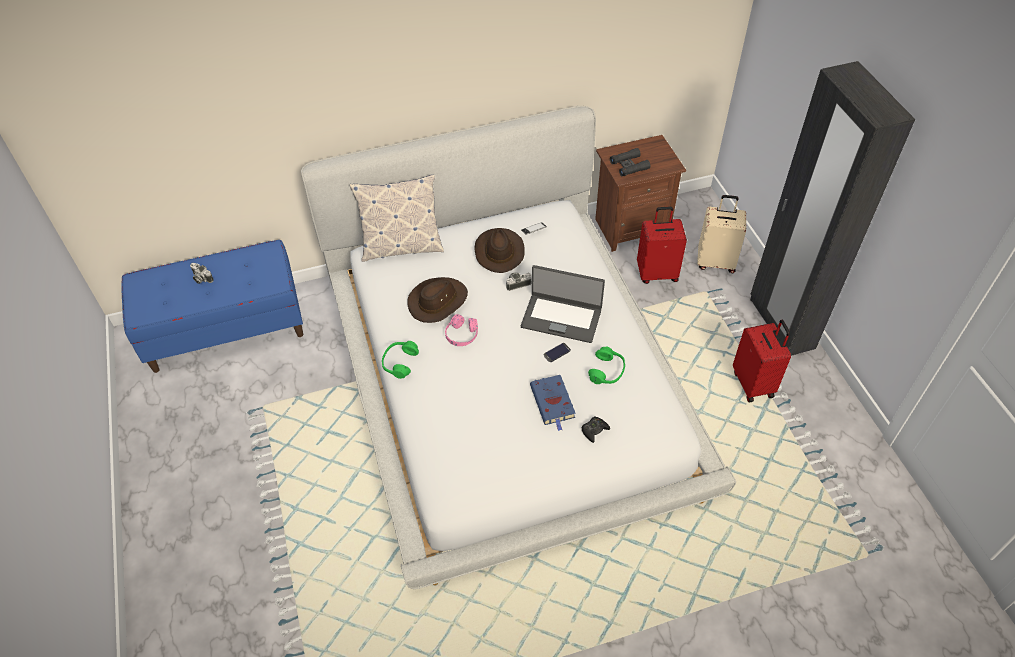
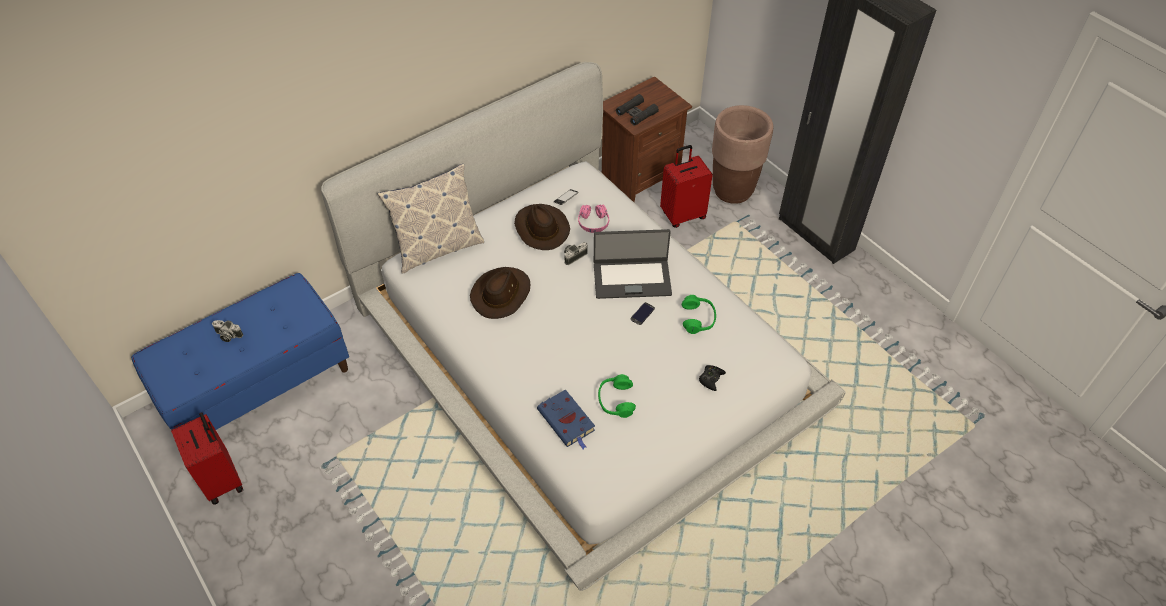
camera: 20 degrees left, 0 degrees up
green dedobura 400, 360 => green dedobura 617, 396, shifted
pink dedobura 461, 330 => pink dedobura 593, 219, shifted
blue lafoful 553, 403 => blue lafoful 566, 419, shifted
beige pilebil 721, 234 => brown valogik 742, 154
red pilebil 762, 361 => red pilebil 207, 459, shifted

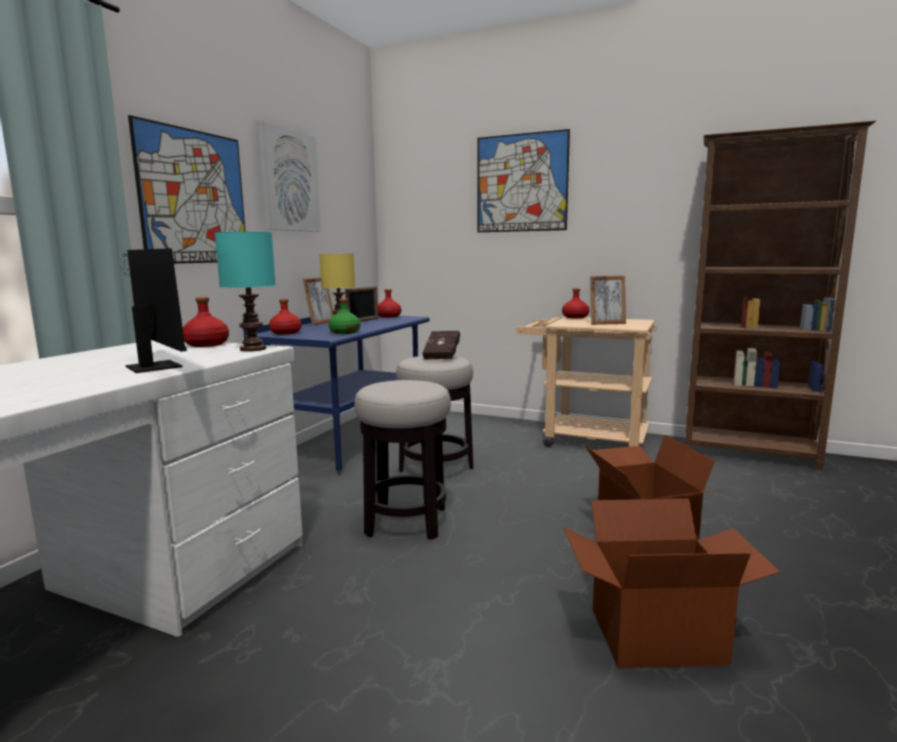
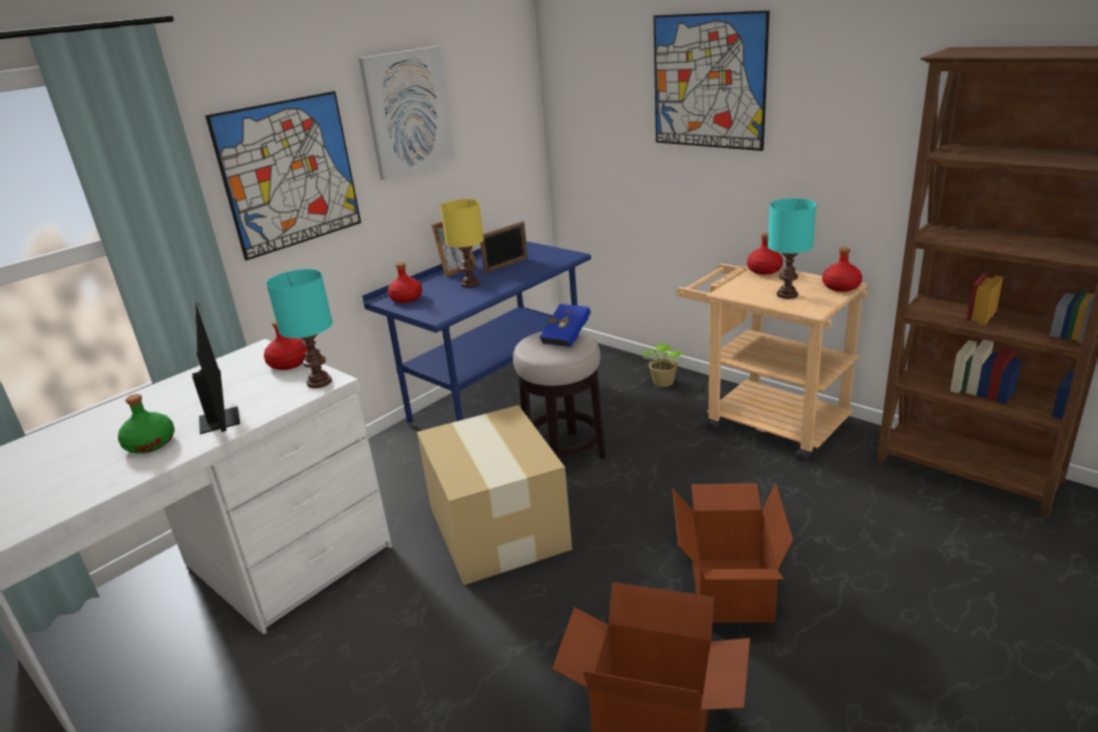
camera: 20 degrees right, 15 degrees up
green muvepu 345, 316 => green muvepu 146, 423, shifted
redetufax 402, 460 => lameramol 494, 495
red muvepu 389, 303 => red muvepu 842, 269, shifted
red lafoful 441, 345 => blue lafoful 565, 325
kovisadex 608, 300 => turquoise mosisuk 792, 248
nothing => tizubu 661, 365

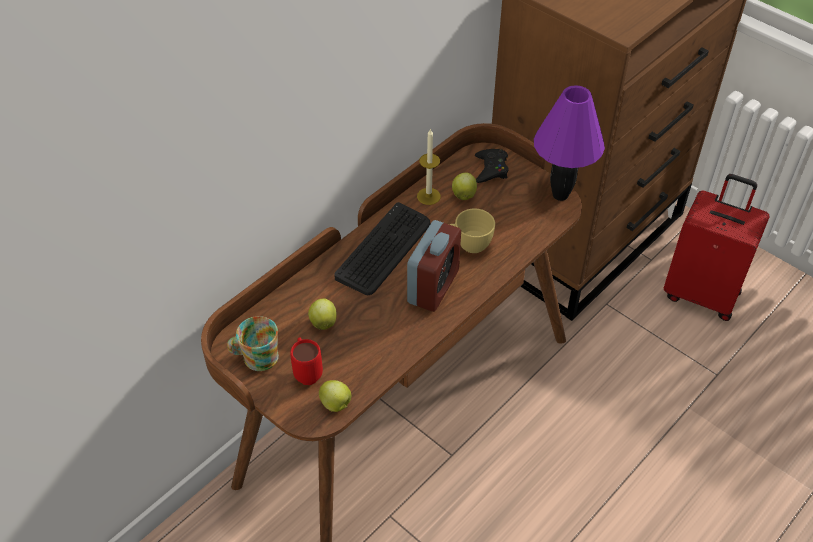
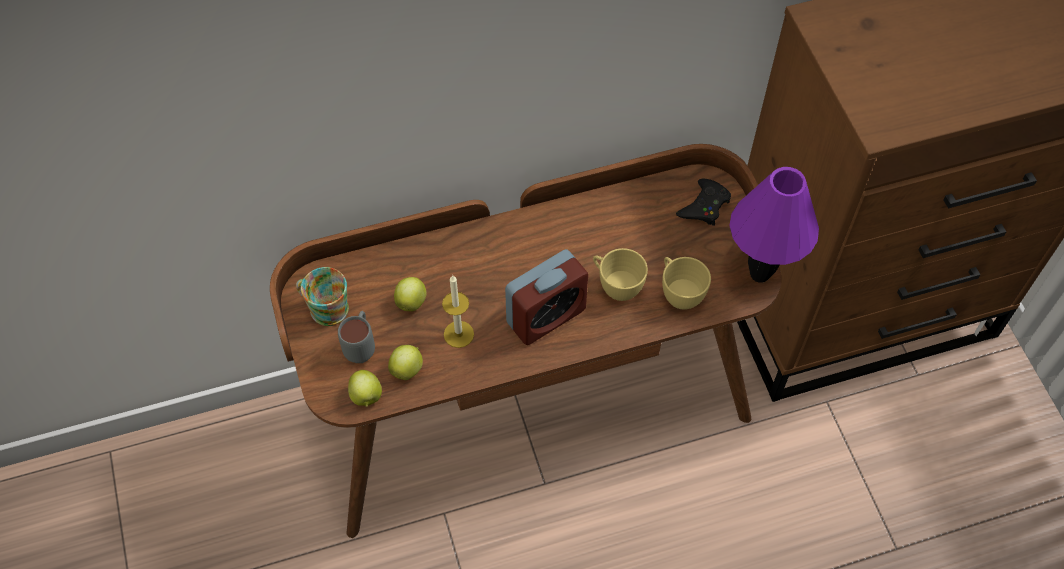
camera: 30 degrees right, 10 degrees up
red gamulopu 306, 361 => grey gamulopu 356, 337
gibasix 382, 248 => nothing
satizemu 429, 166 => satizemu 458, 311, shifted
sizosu 464, 186 => sizosu 405, 362, shifted
red pilebil 717, 247 => nothing
nothing => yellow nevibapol 686, 283

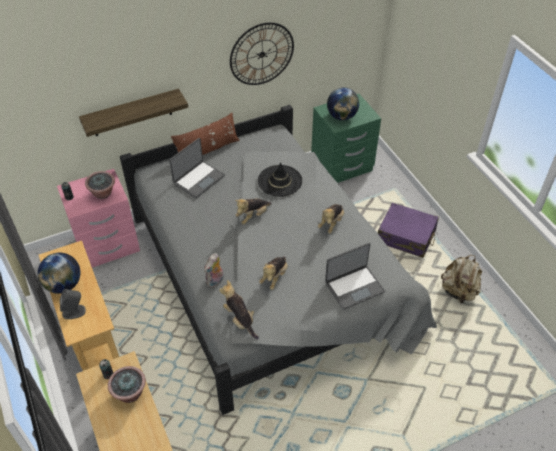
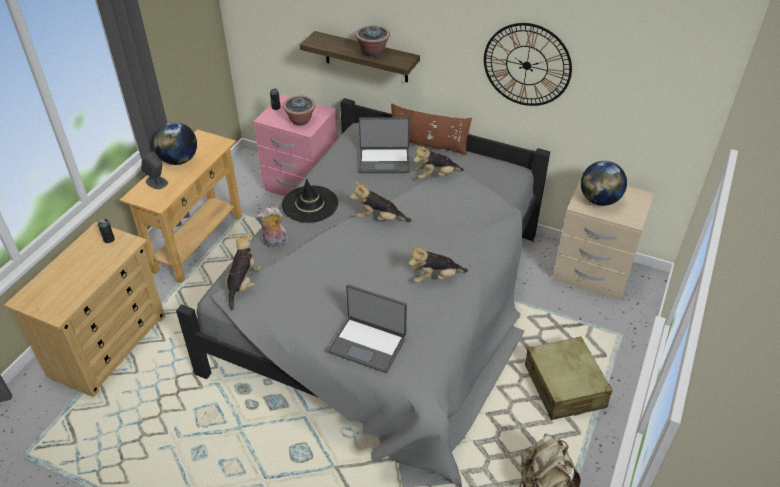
camera: 50 degrees right, 5 degrees down
tizubu 127, 384 => tizubu 372, 41, shifted
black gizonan 280, 179 => black gizonan 310, 201, shifted
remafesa 273, 273 => remafesa 438, 162, shifted
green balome 346, 138 => beige balome 603, 237
purple pilebil 408, 230 => beige pilebil 568, 378

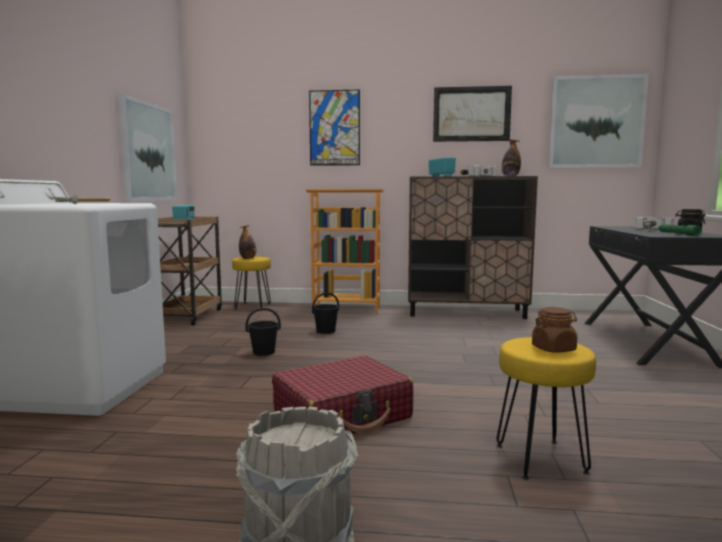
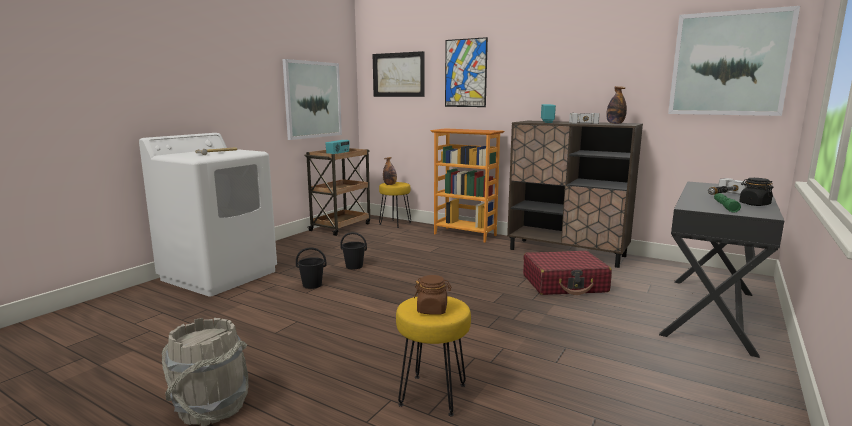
camera: 25 degrees right, 5 degrees up
red pilebil 342, 395 => red pilebil 567, 273, shifted
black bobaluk 325, 313 => black bobaluk 311, 268, shifted
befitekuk 472, 114 => befitekuk 398, 74, shifted

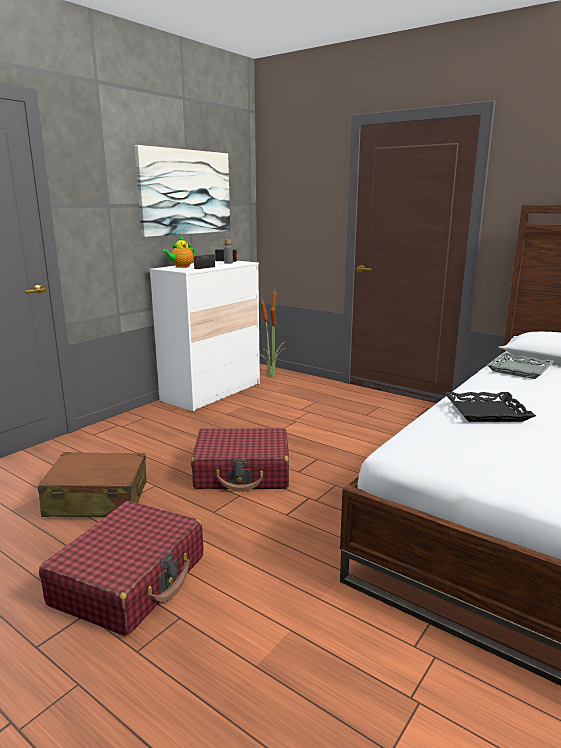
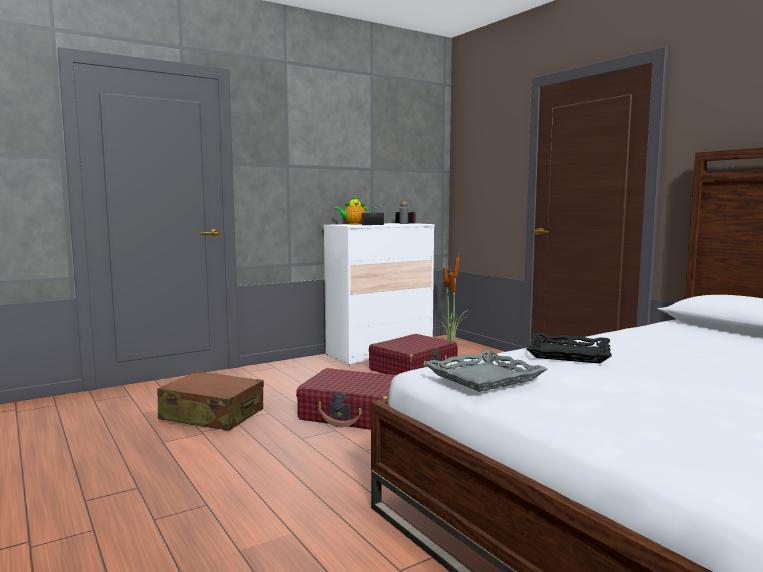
camera: 20 degrees right, 10 degrees down
red pilebil 121, 568 => red pilebil 413, 354, shifted
befitekuk 182, 191 => nothing
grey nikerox 521, 365 => grey nikerox 485, 371, shifted

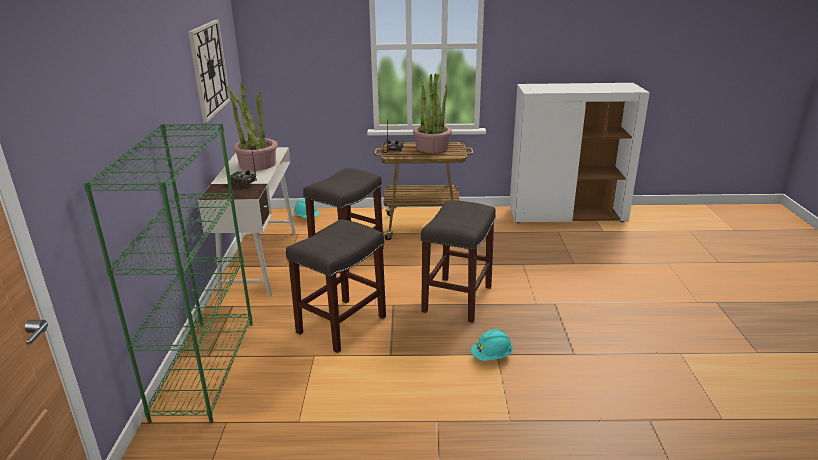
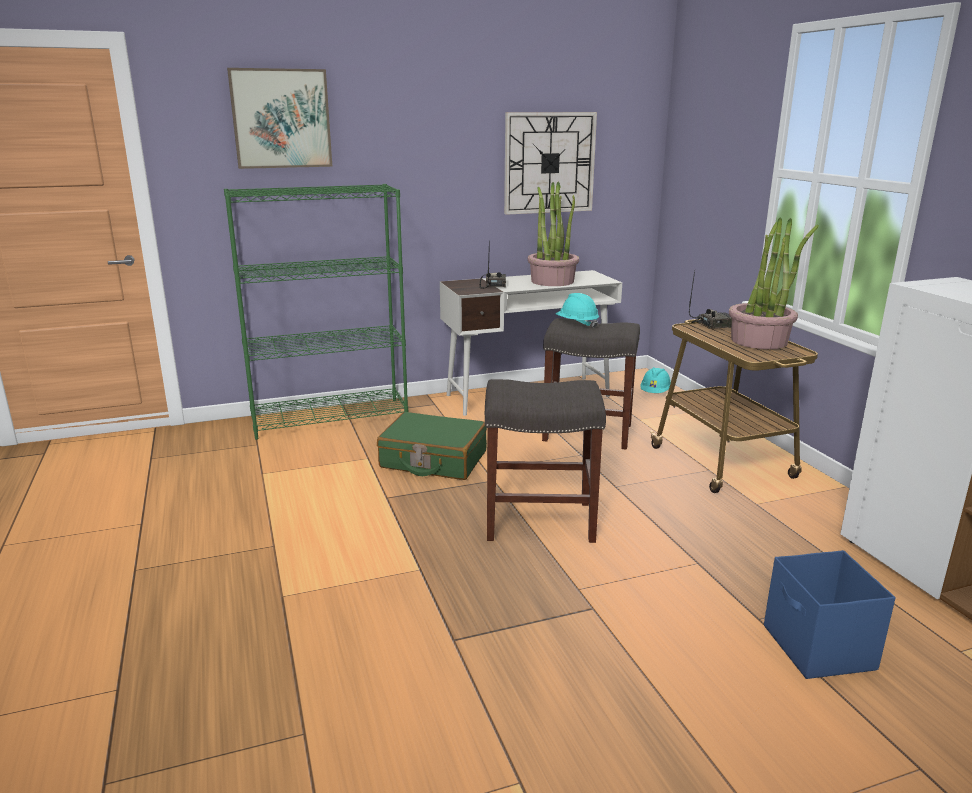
camera: 70 degrees right, 5 degrees down
grey redetufax 336, 286 => green pilebil 432, 446
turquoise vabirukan 492, 345 => turquoise vabirukan 577, 310, shifted
nothing => befitekuk 279, 118
nothing => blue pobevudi 830, 614

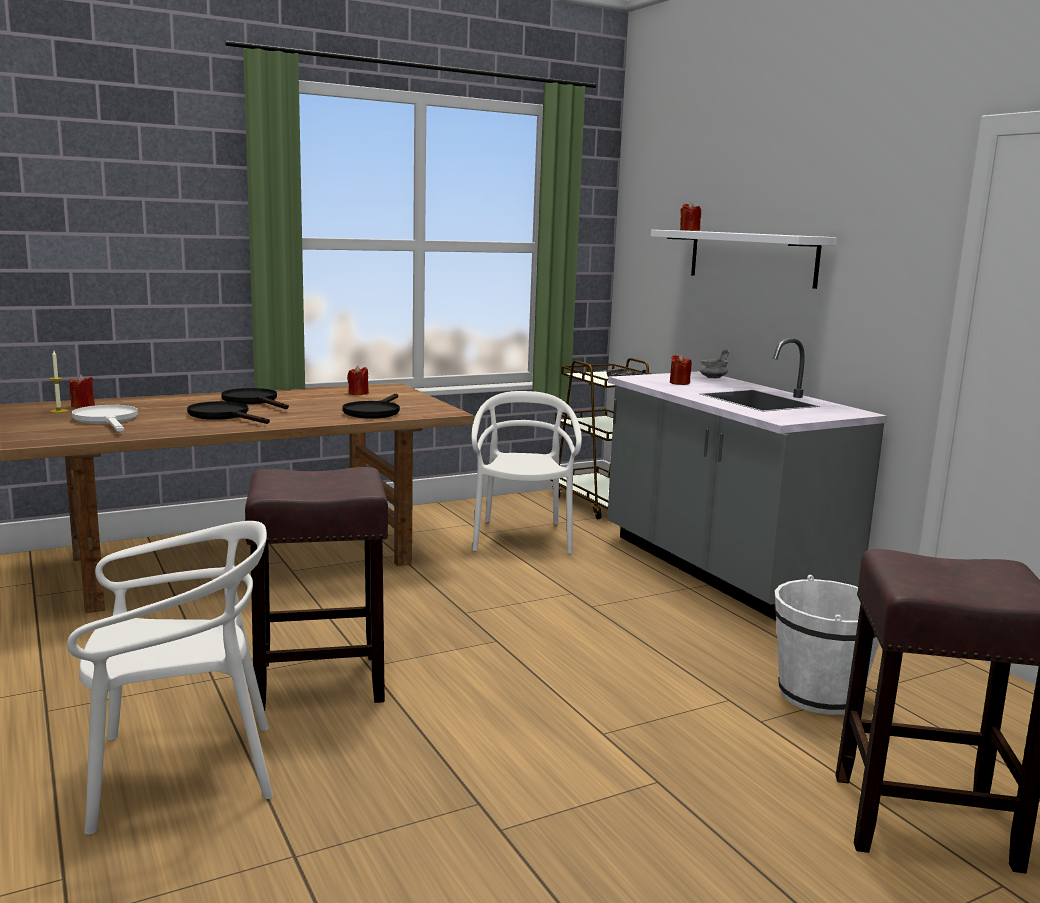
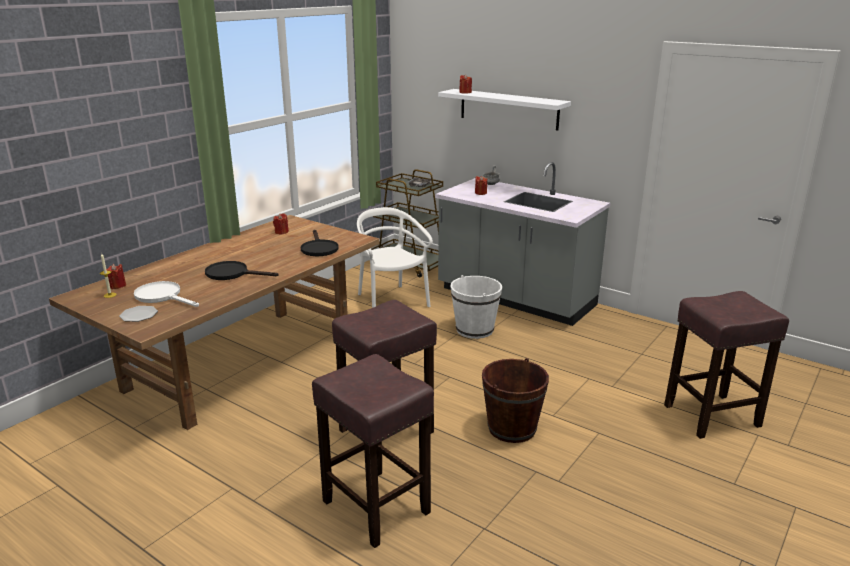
camera: 25 degrees left, 10 degrees up
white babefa 170, 677 => brown redetufax 373, 451
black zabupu 255, 398 => nothing
white bobaluk 827, 645 => white bobaluk 476, 307, shifted
nothing => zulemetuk 138, 314
nothing => brown bobaluk 515, 400

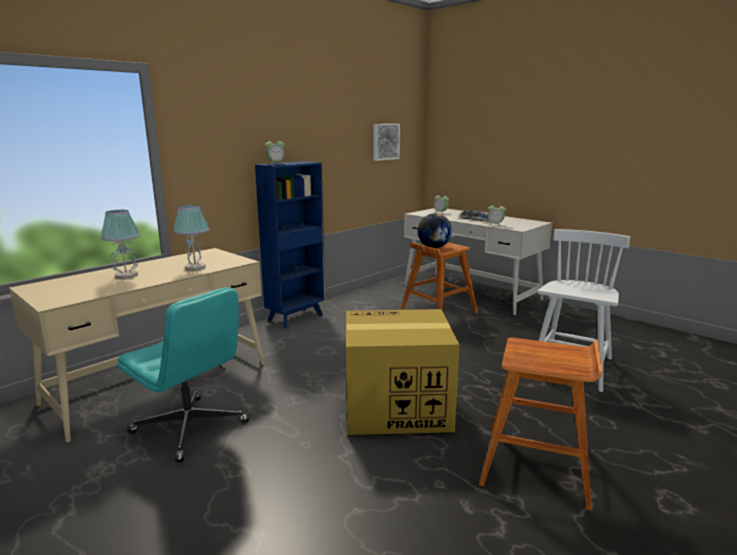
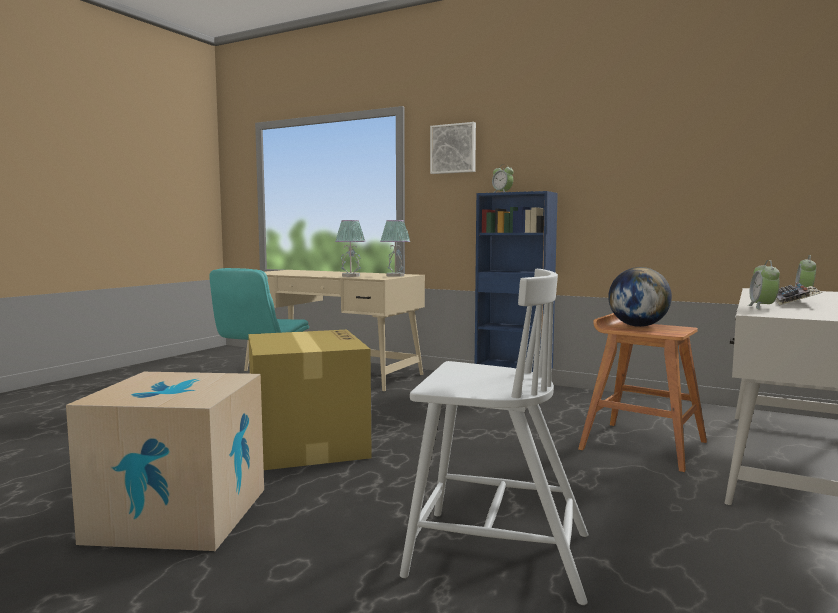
camera: 75 degrees right, 10 degrees down
mosisuk 120, 244 => mosisuk 395, 248, shifted
befitekuk 387, 142 => befitekuk 453, 148, shifted
brown redetufax 541, 423 => lameramol 165, 461

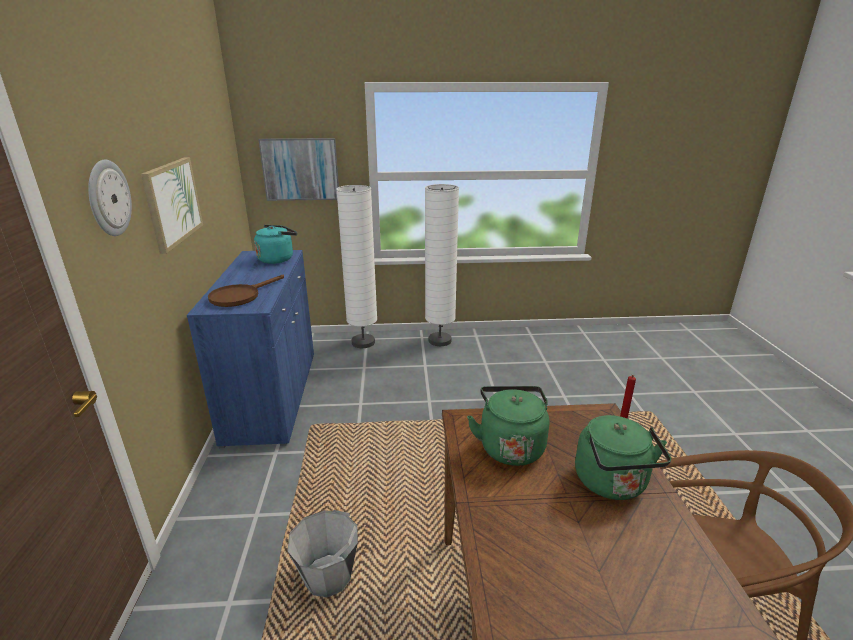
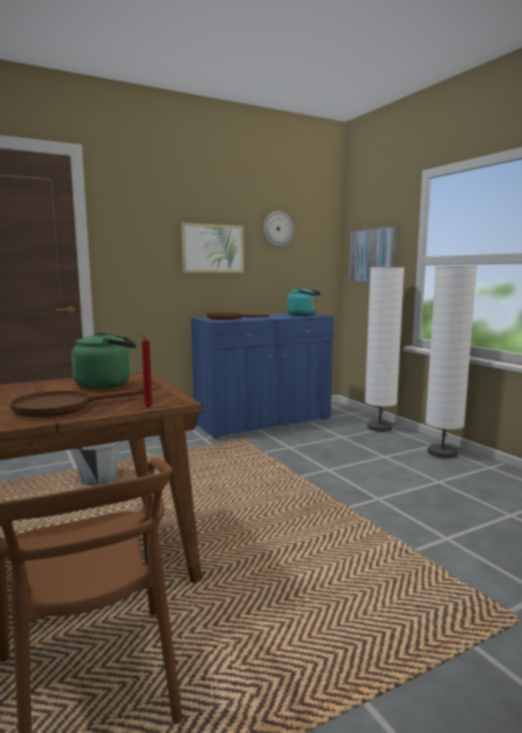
camera: 65 degrees right, 15 degrees down
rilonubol 110, 198 => rilonubol 278, 229, shifted
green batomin 623, 457 => brown zabupu 77, 402

